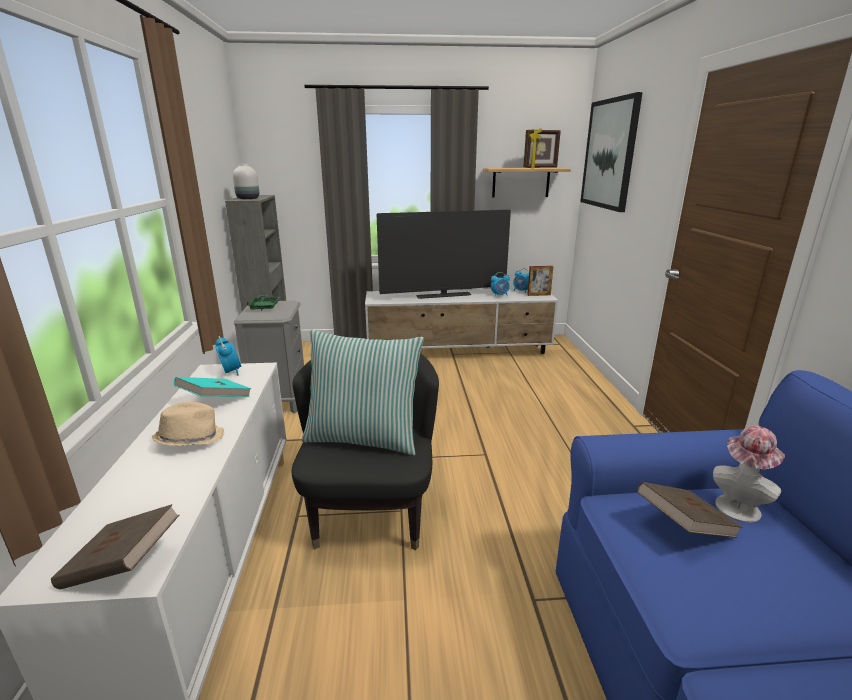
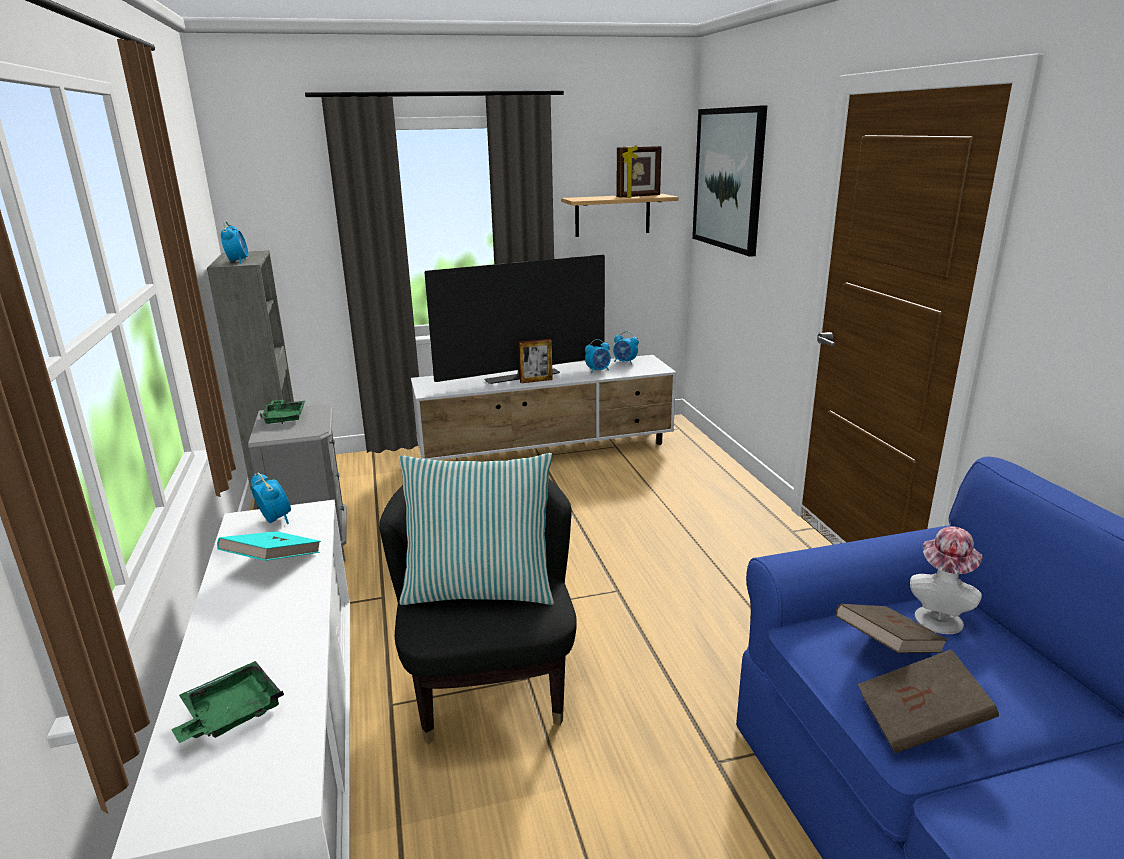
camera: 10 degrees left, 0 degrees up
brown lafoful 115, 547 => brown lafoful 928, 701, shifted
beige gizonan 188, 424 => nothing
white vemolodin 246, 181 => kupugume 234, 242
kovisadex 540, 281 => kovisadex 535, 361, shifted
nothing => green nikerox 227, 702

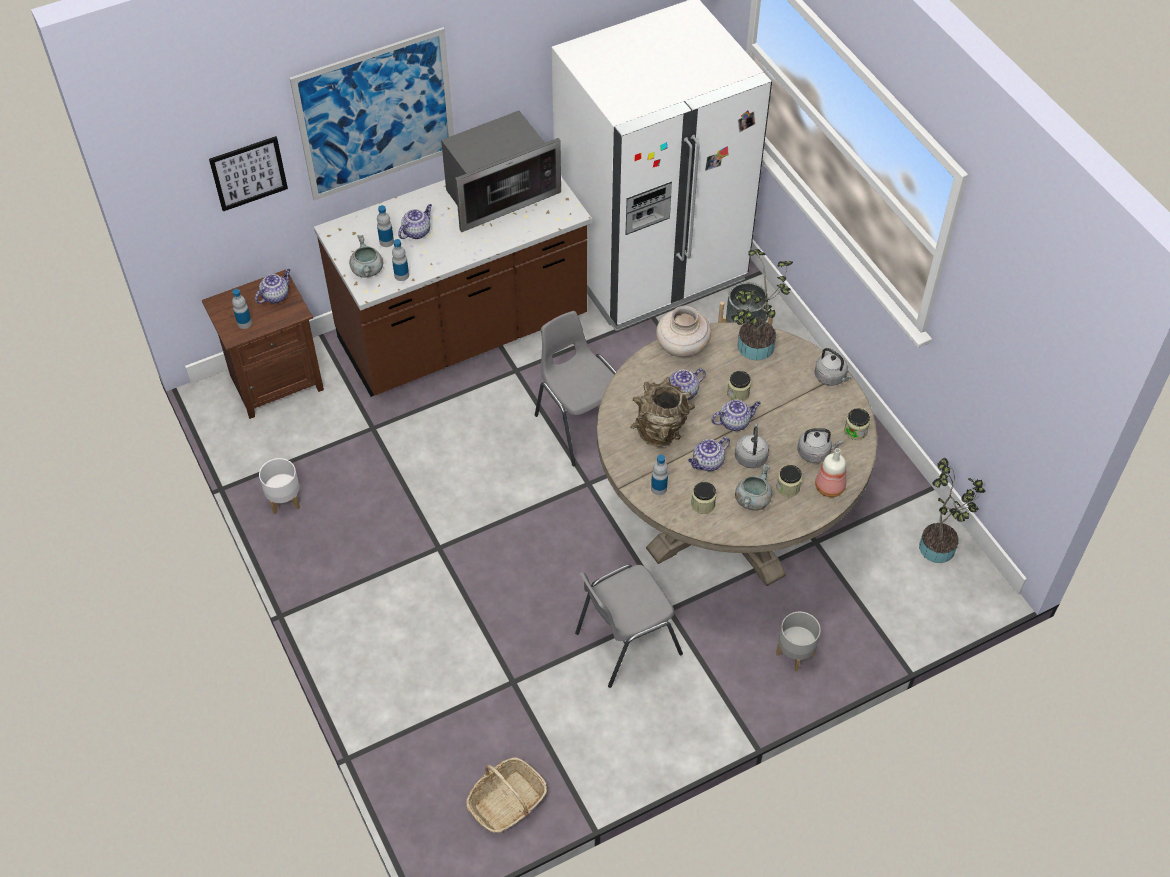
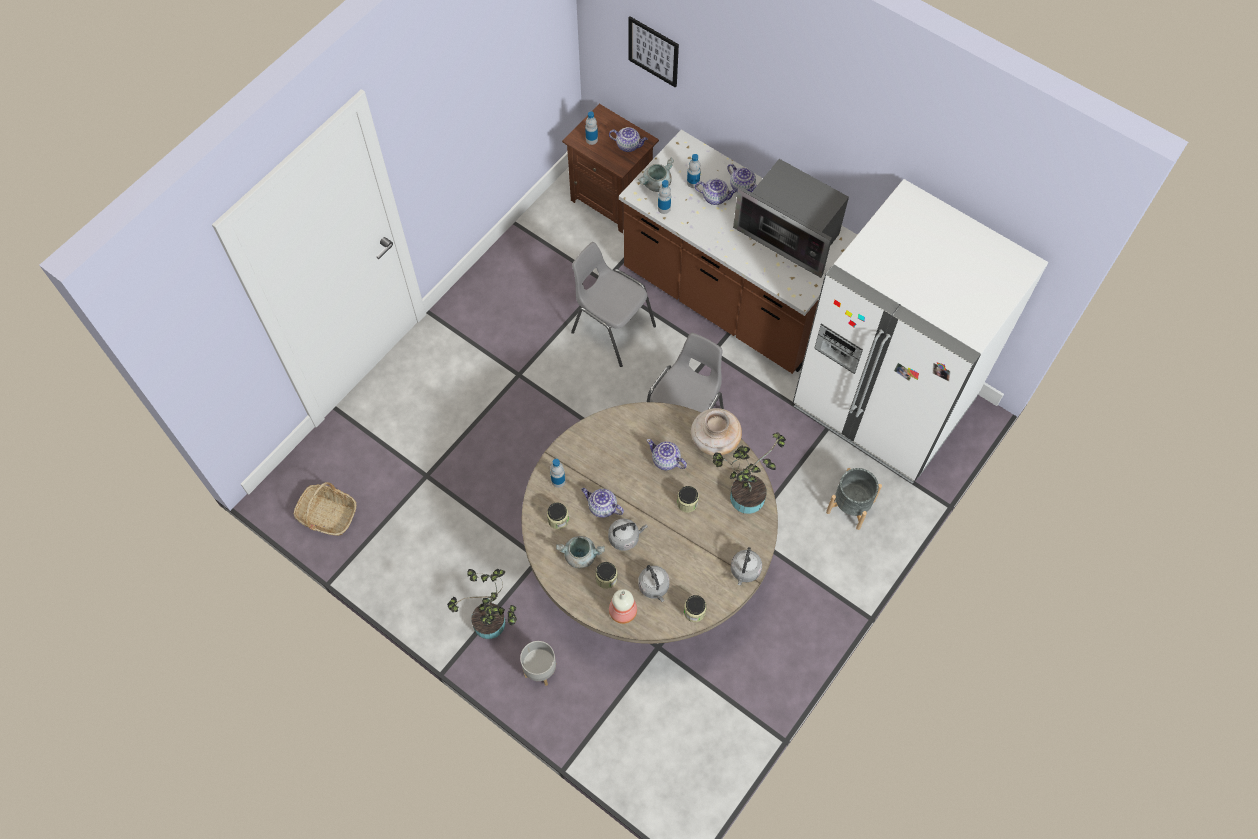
camera: 65 degrees right, 10 degrees up
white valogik 279, 486 => nothing
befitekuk 372, 114 => nothing
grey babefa 629, 626 => grey babefa 613, 304, shifted
brown vemolodin 662, 412 => nothing
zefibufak 736, 415 => zefibufak 742, 178, shifted
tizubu 952, 510 => tizubu 482, 603, shifted

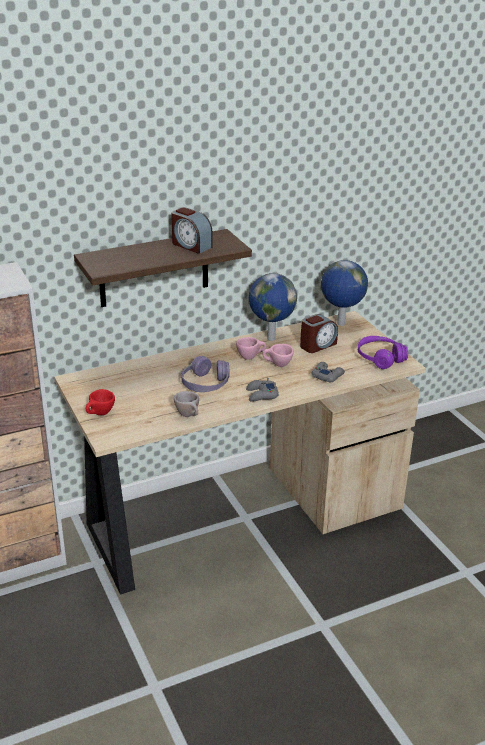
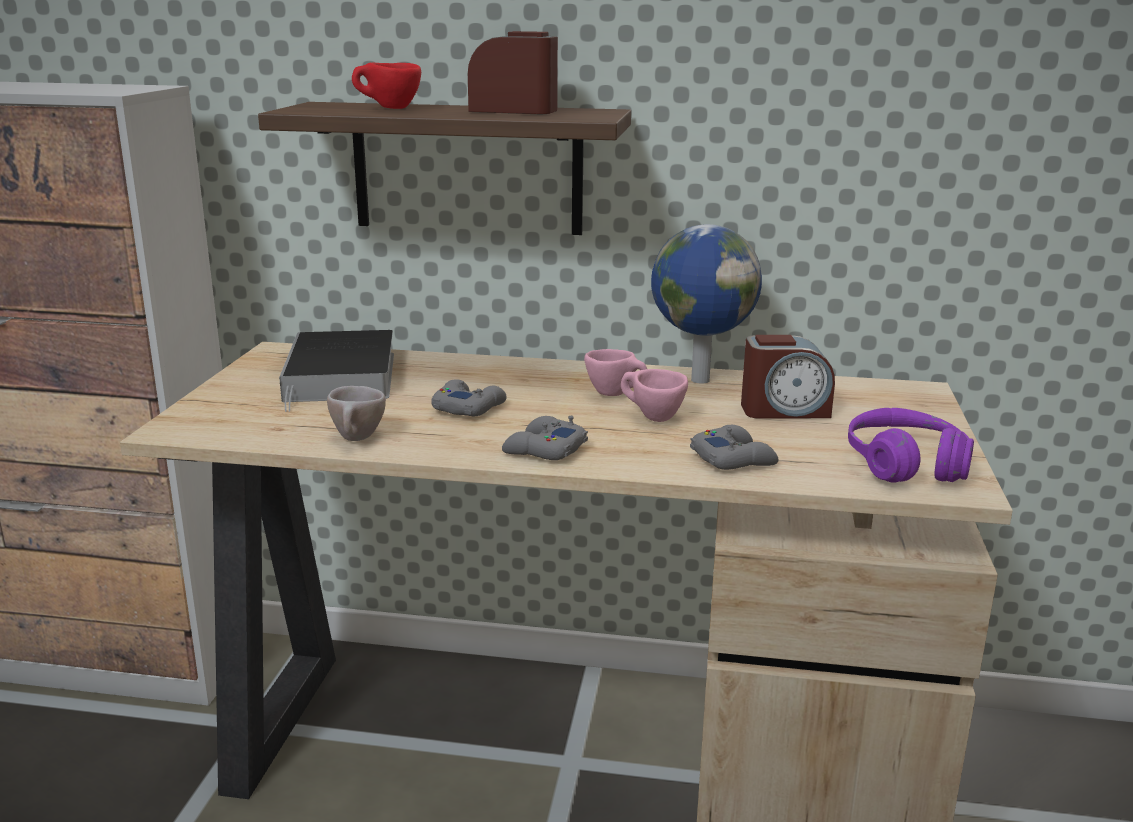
camera: 35 degrees right, 10 degrees down
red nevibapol 100, 402 => red nevibapol 386, 86, shifted
kupugume 192, 230 => kupugume 513, 72, 120 degrees clockwise
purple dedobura 205, 374 => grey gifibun 468, 398
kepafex 344, 293 => nothing
nothing => lafoful 336, 371

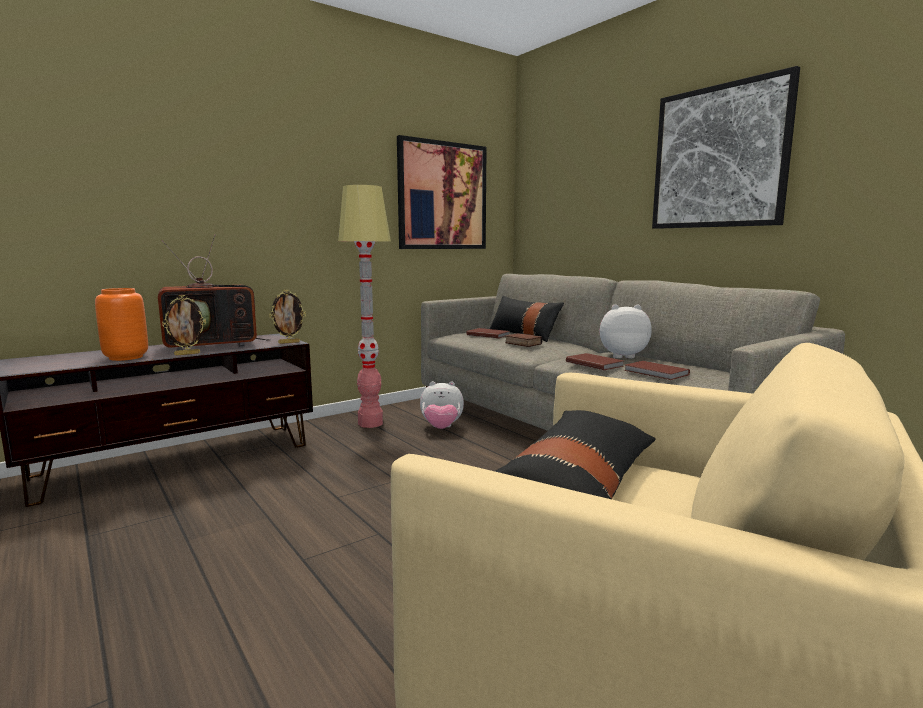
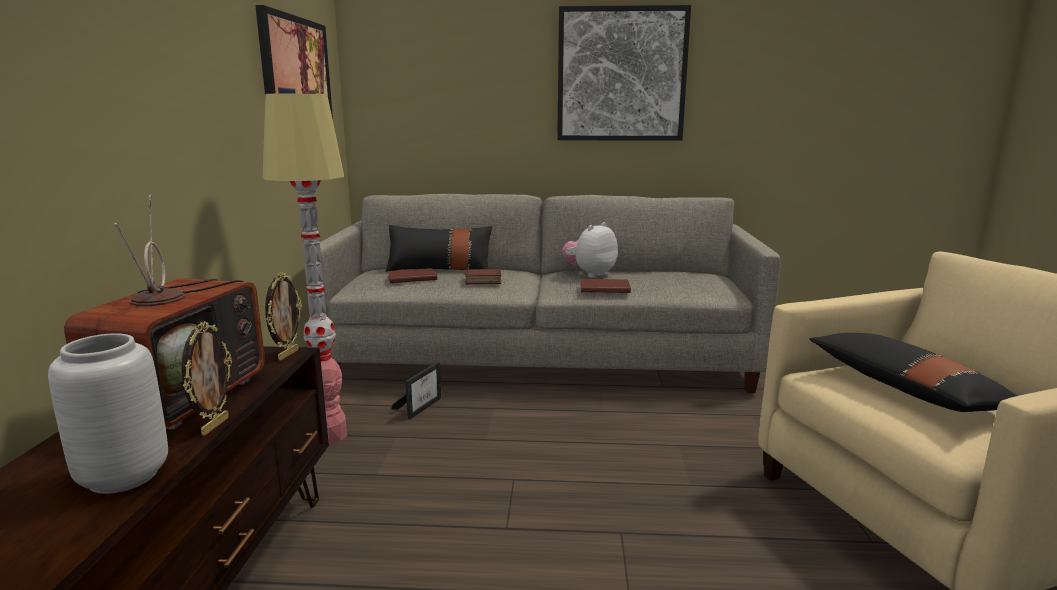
camera: 50 degrees left, 5 degrees up
orange vemolodin 121, 324 => grey vemolodin 108, 413
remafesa 442, 405 => kovisadex 416, 390
brown lafoful 657, 370 => nothing

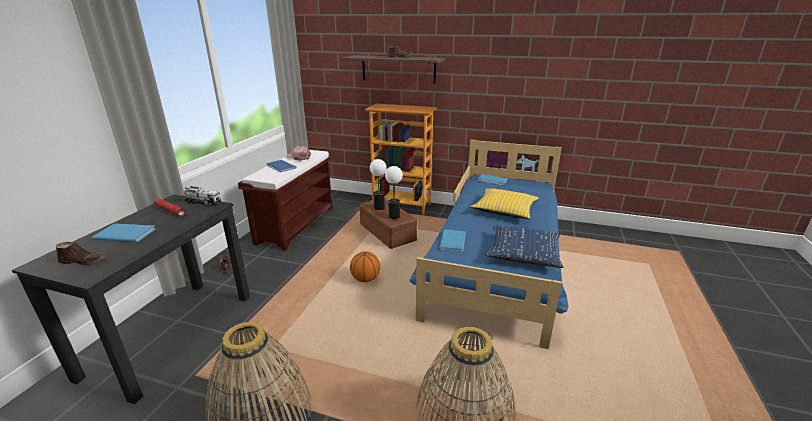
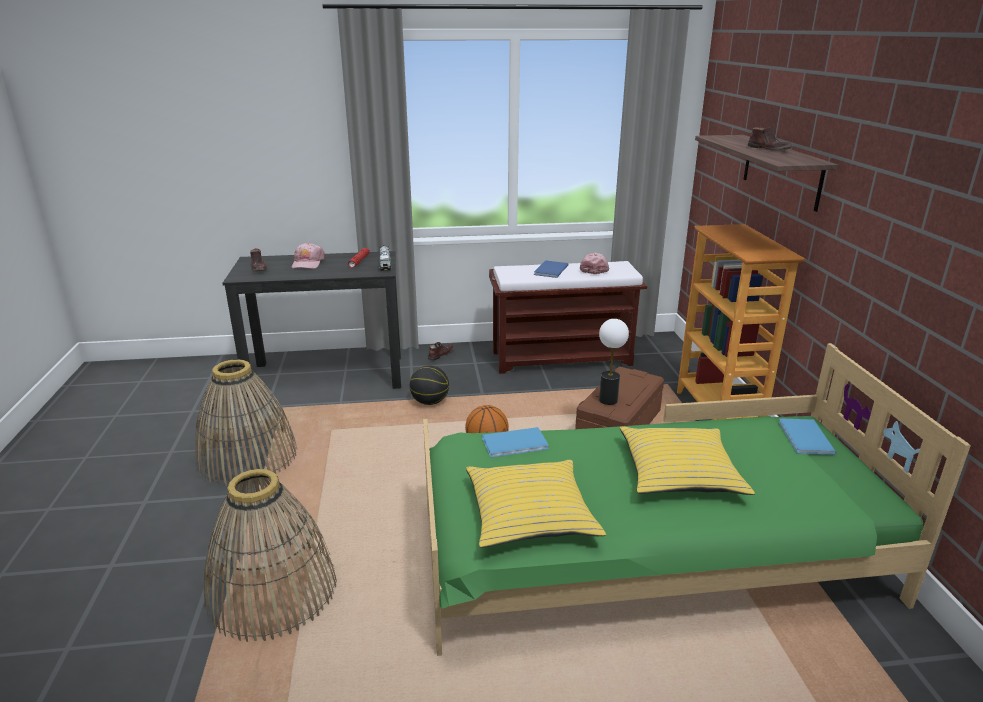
camera: 65 degrees right, 0 degrees up
blue lafoful 124, 233 => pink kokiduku 308, 255
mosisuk 378, 184 => nothing
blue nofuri 489, 244 => green nofuri 697, 499
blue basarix 524, 246 => yellow basarix 536, 504
nothing => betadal 429, 385

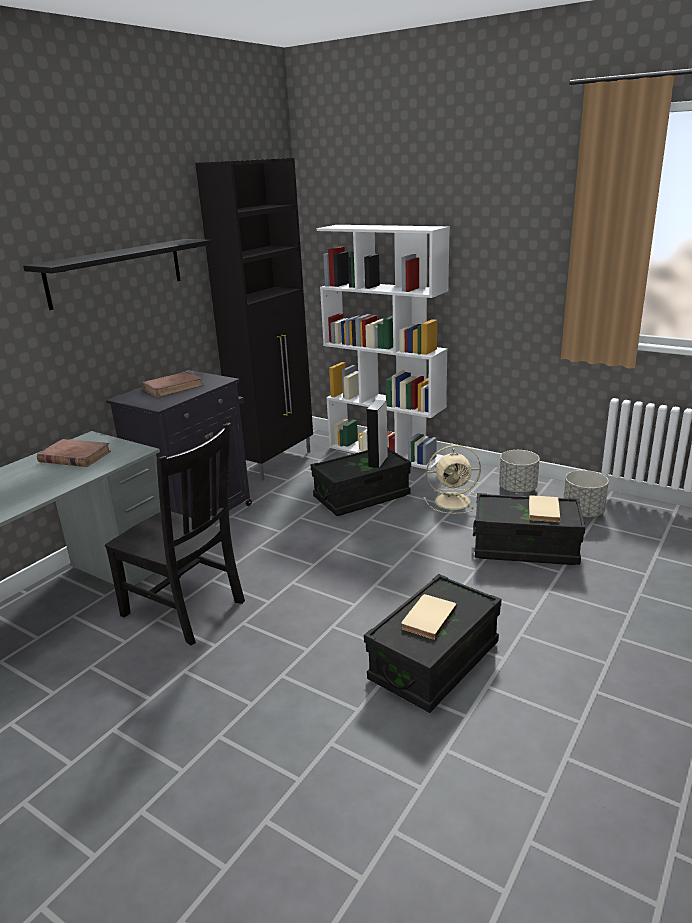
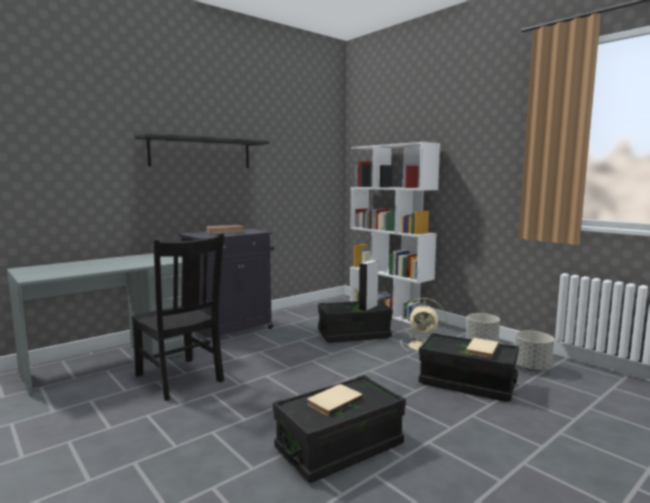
camera: 15 degrees right, 15 degrees down
brown lafoful 74, 453 => nothing
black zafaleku 254, 319 => nothing

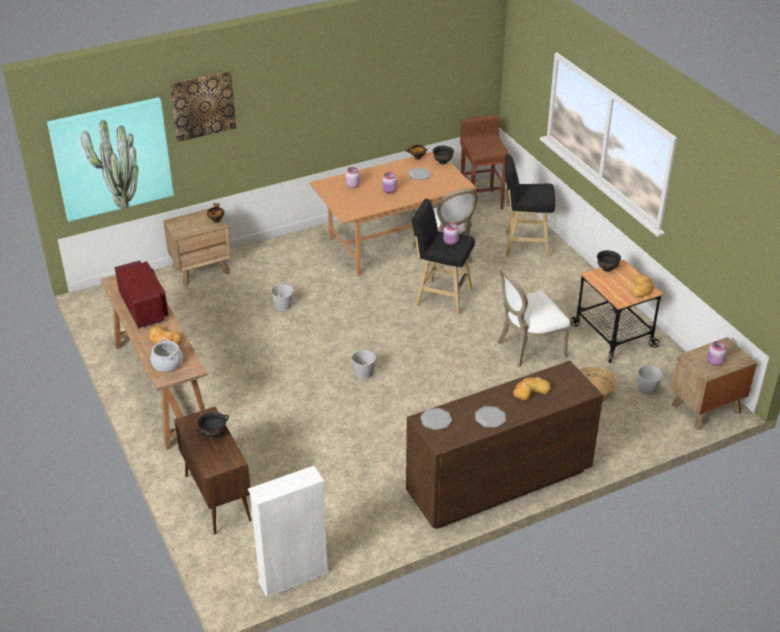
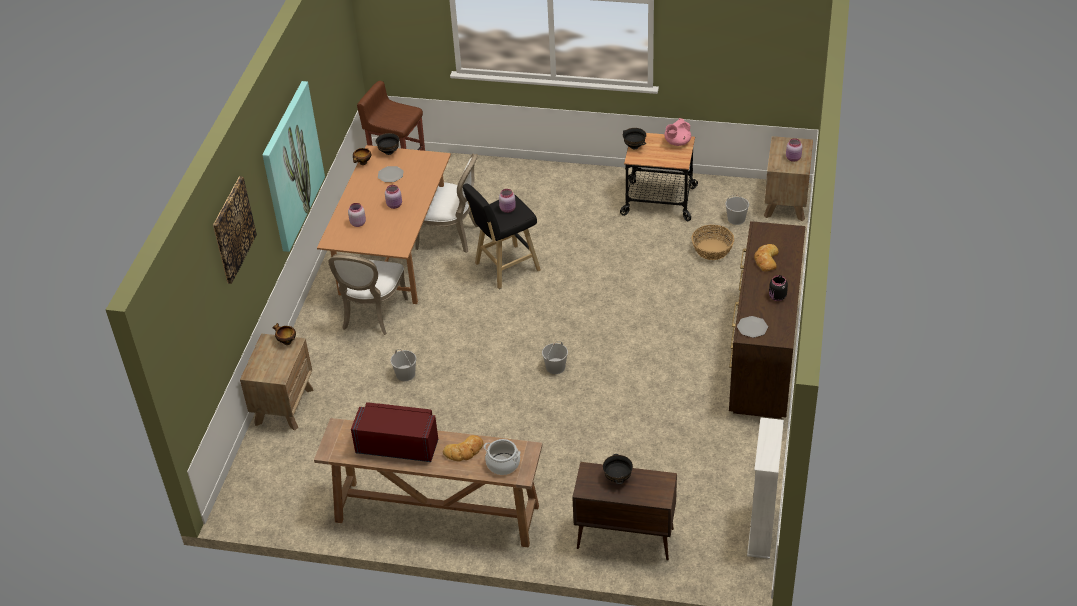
camera: 50 degrees left, 5 degrees up
befitekuk 110, 159 => befitekuk 293, 166, shifted
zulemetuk 490, 417 => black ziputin 778, 288
white babefa 534, 318 => white babefa 368, 294, shifted
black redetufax 530, 206 => nothing
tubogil 642, 285 => pink zefibufak 677, 132

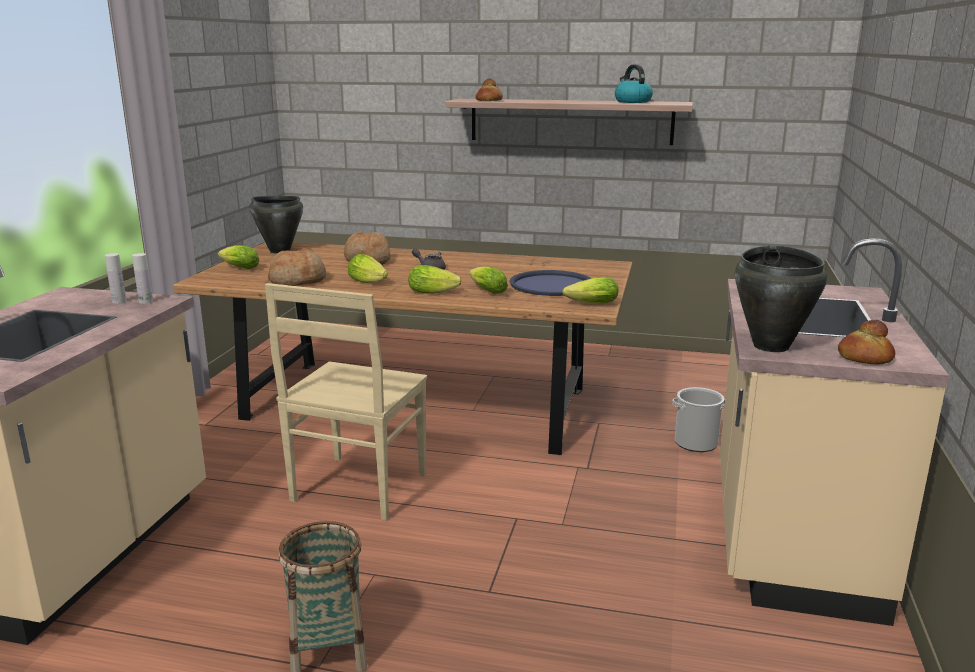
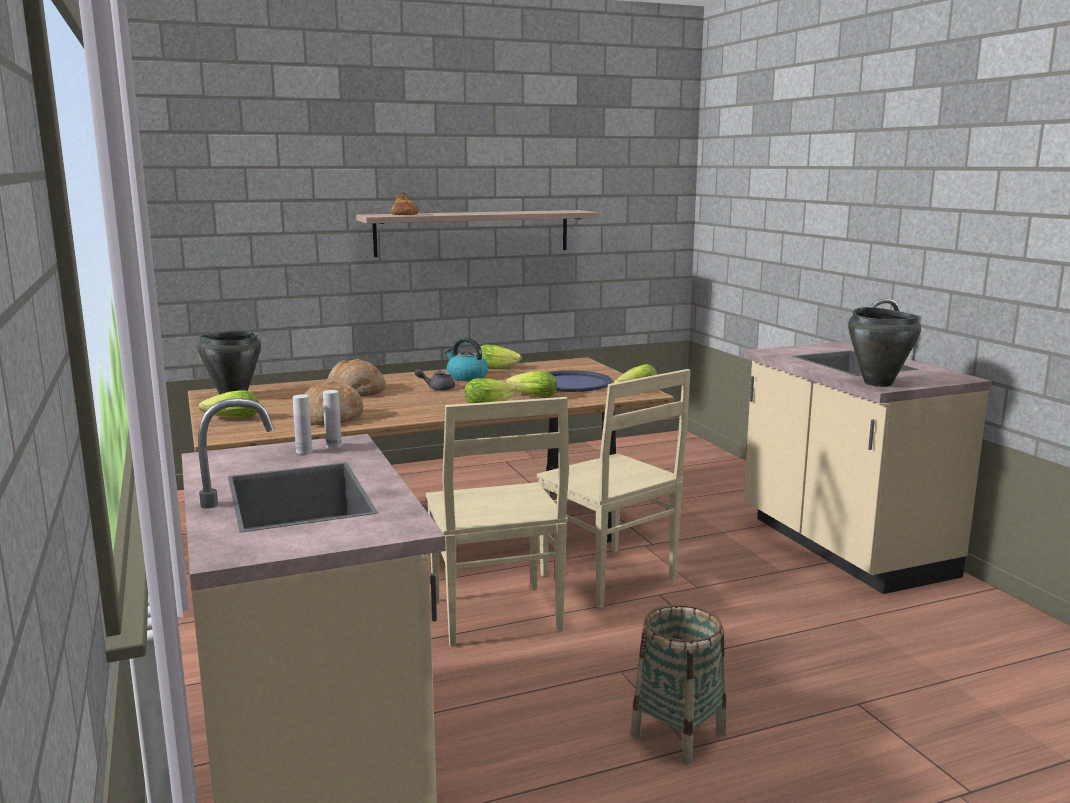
camera: 35 degrees left, 5 degrees down
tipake 368, 268 => tipake 499, 357, shifted
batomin 634, 83 => batomin 466, 359, shifted
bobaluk 698, 419 => nothing
tubogil 866, 342 => nothing
nothing => beige babefa 614, 488

